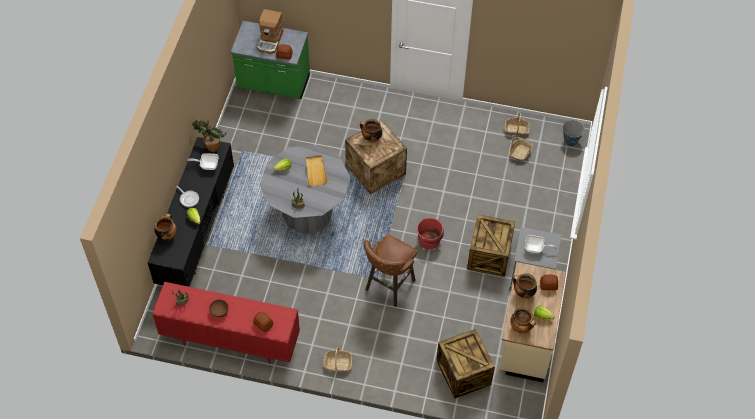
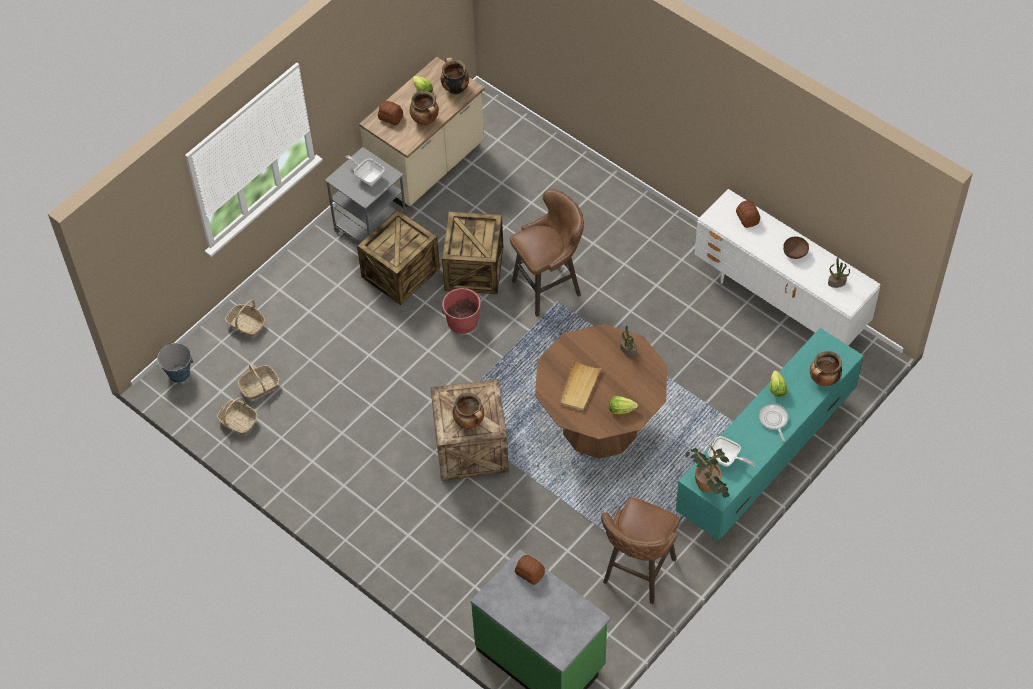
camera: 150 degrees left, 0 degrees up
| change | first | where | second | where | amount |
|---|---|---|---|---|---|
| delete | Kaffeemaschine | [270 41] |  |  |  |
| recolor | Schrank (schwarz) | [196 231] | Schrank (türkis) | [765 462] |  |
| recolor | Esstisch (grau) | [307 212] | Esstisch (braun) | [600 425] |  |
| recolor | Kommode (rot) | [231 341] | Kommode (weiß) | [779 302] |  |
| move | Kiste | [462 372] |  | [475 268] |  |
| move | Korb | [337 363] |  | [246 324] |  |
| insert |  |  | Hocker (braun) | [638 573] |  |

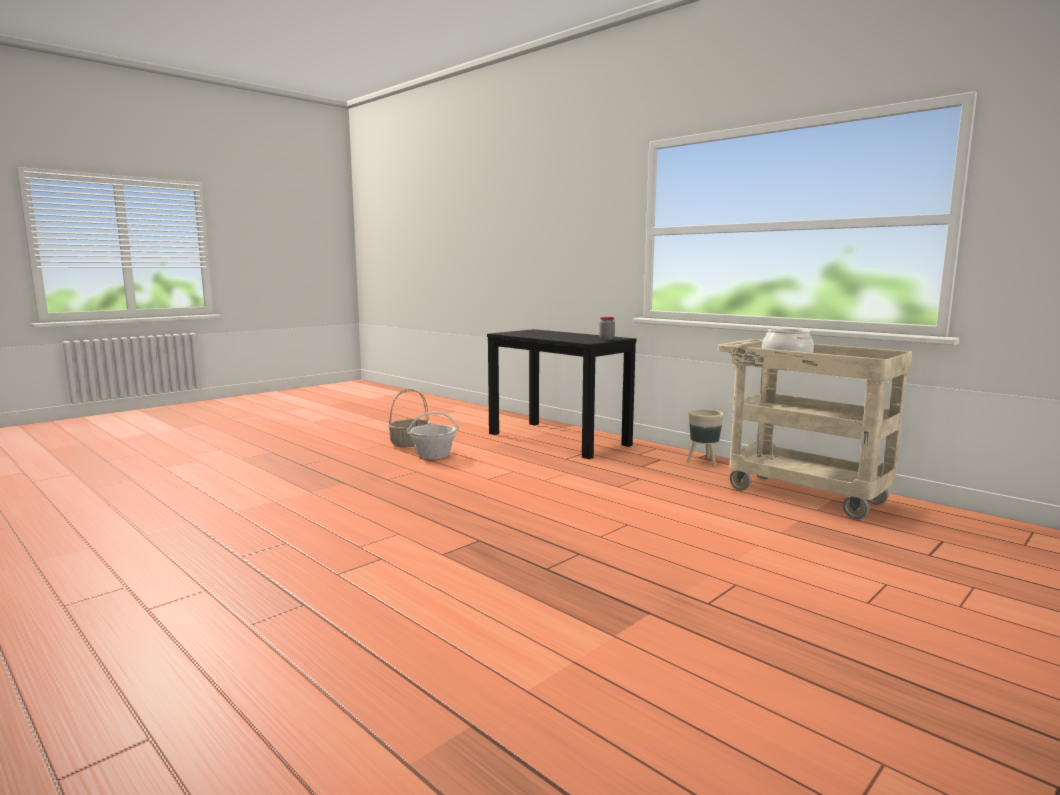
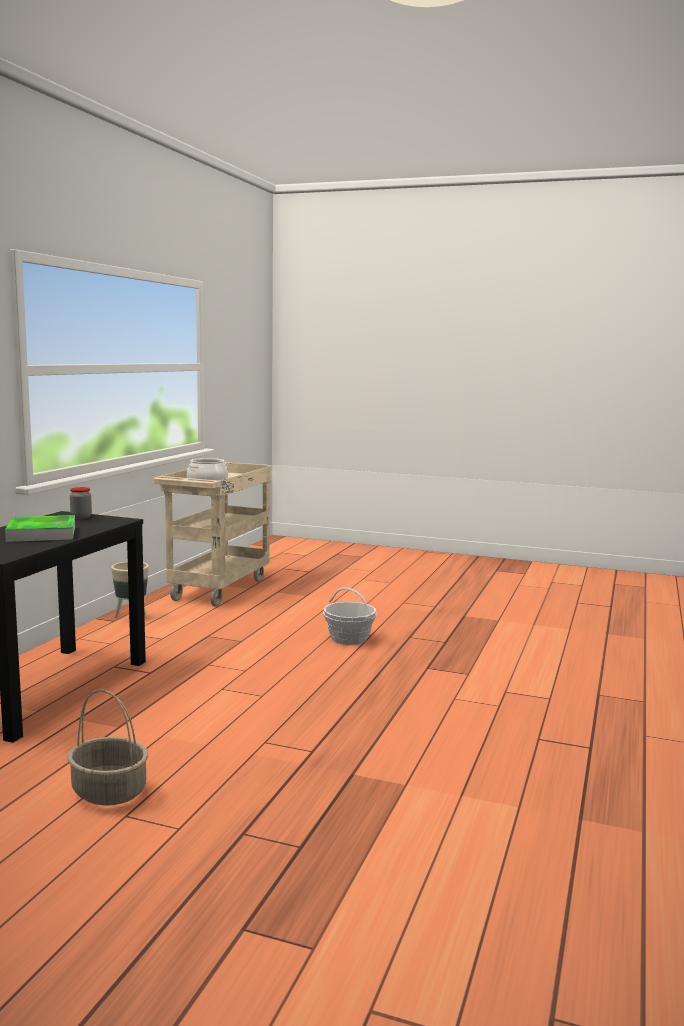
camera: 115 degrees left, 0 degrees up
| change | first | where | second | where | amount |
|---|---|---|---|---|---|
| move | Korb | [433 455] |  | [349 638] |  |
| insert |  |  | Tablett | [42 533] |  |

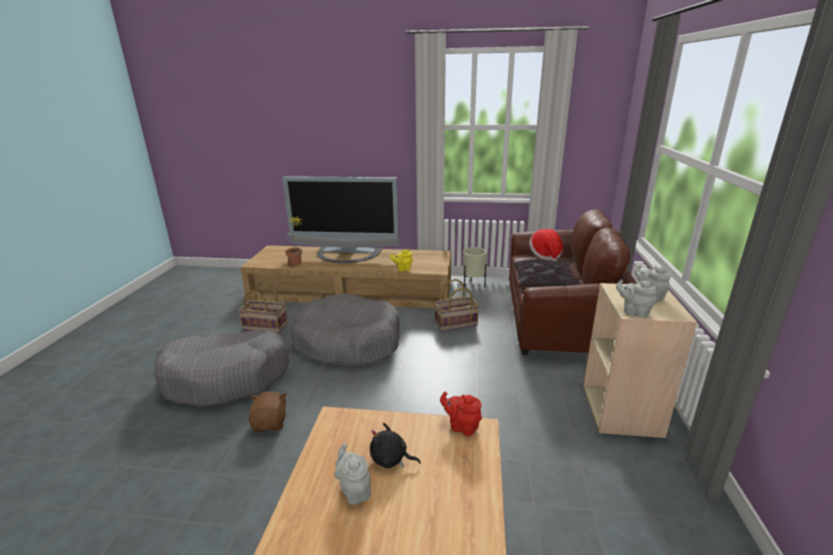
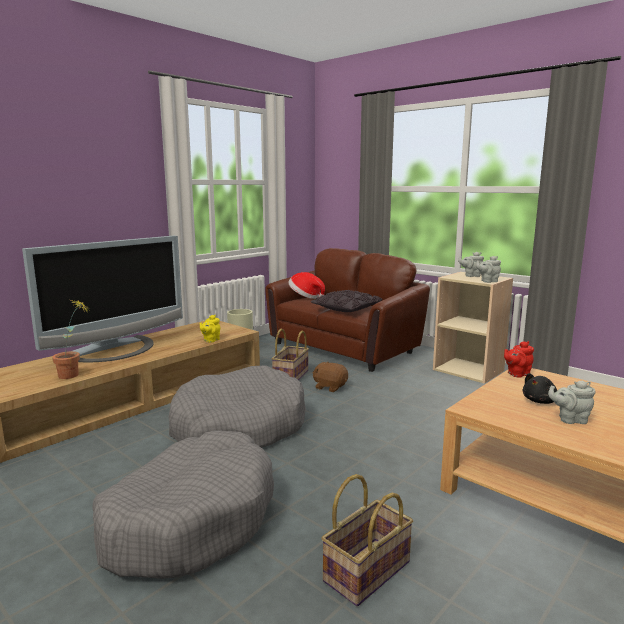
camera: 55 degrees left, 10 degrees down
| change | first | where | second | where | amount |
|---|---|---|---|---|---|
| move | Korb | [266 326] |  | [366 570] |  |
| move | Plüschtier (braun) | [270 423] |  | [330 387] |  |

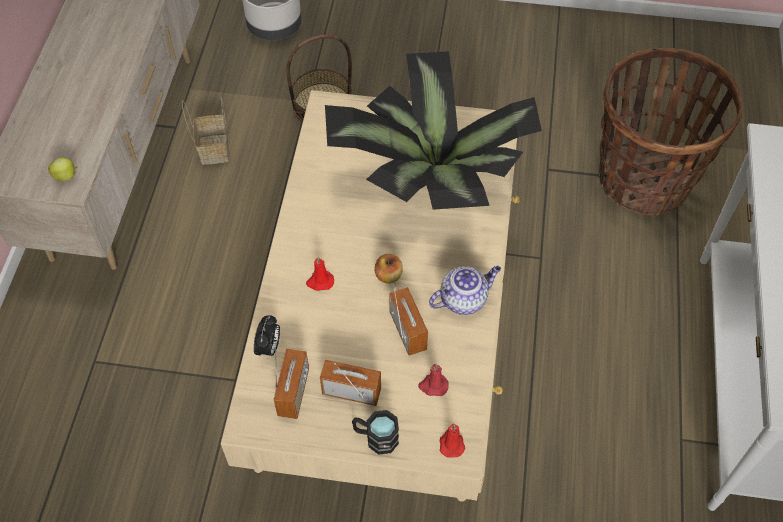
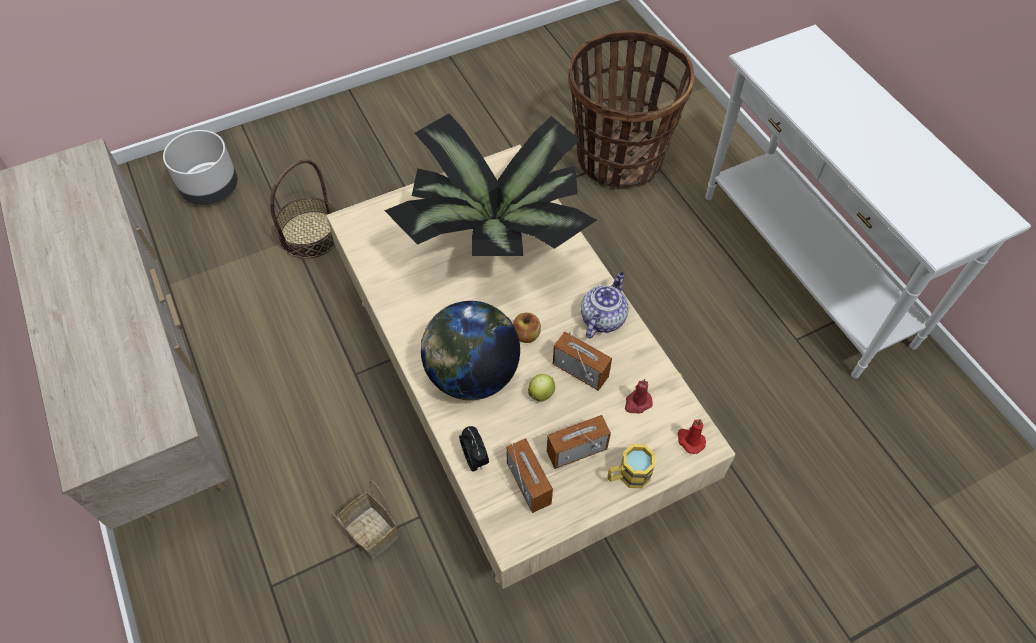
camera: 35 degrees left, 0 degrees up
| change | first | where | second | where | amount |
|---|---|---|---|---|---|
| move | Korb | [213 148] |  | [369 532] |  |
| move | Apfel | [66 176] |  | [541 393] |  |
| replace | Kerze (rot) | [320 282] | Globus | [472 375] |  |
| recolor | Henkelbecher (schwarz) | [375 437] | Henkelbecher (gelb) | [628 476] |  |

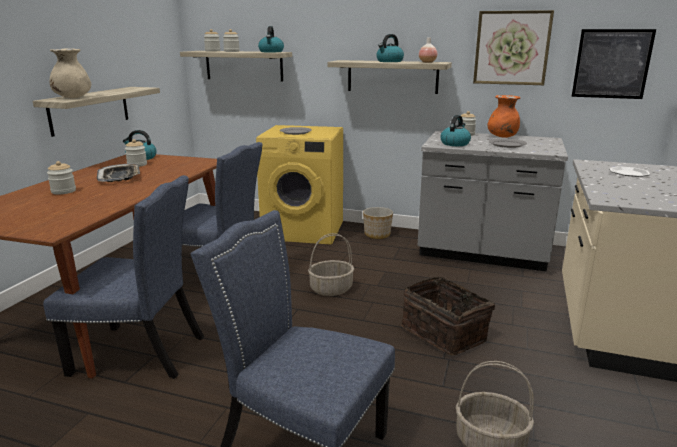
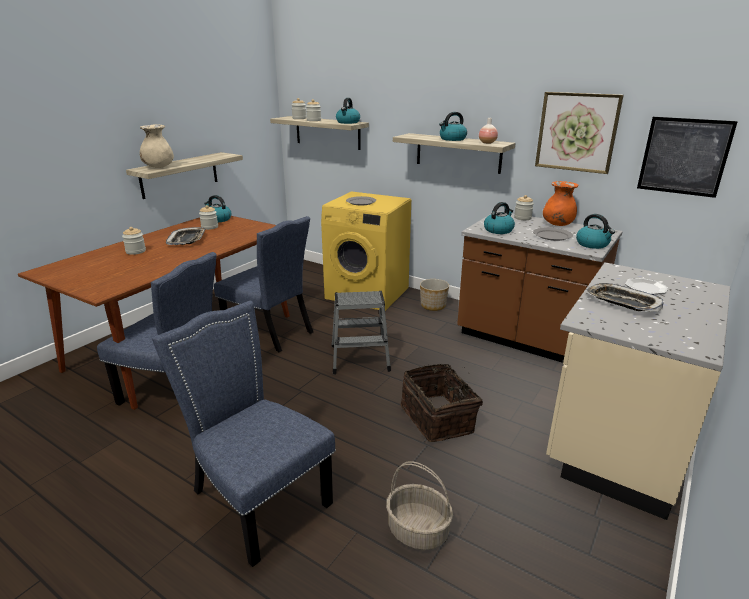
camera: 15 degrees right, 5 degrees up
| change | first | where | second | where | amount |
|---|---|---|---|---|---|
| recolor | Küchenzeile (grau) | [482 253] | Küchenzeile (braun) | [526 339] |  |
| replace | Korb | [331 289] | Trittleiter (grau) | [360 357] |  |
| insert |  |  | Wasserkessel | [593 244] |  |
| insert |  |  | Tablett | [622 302] |  |

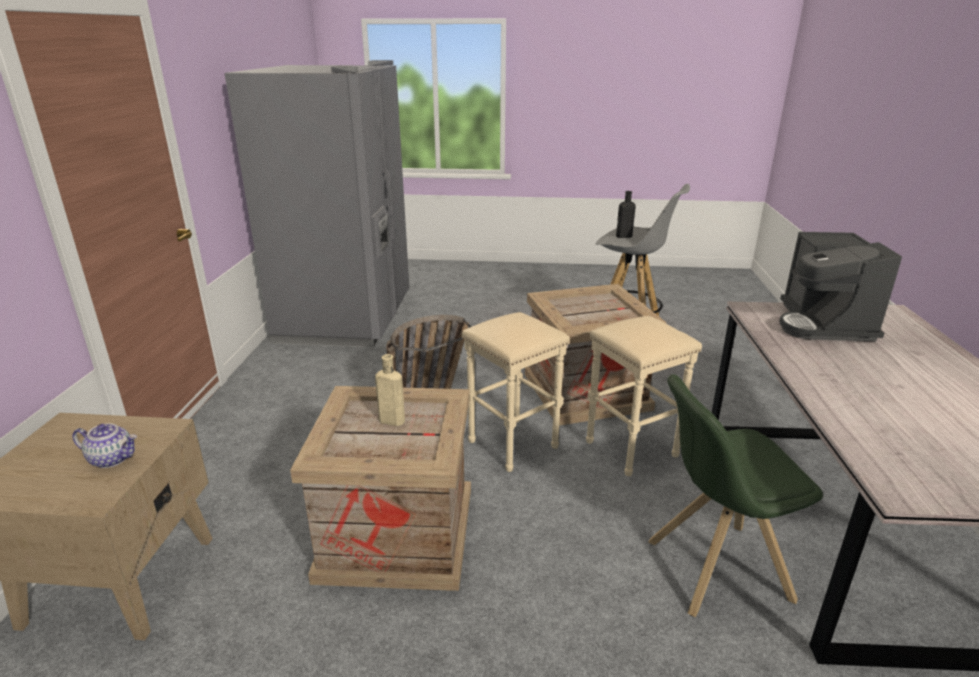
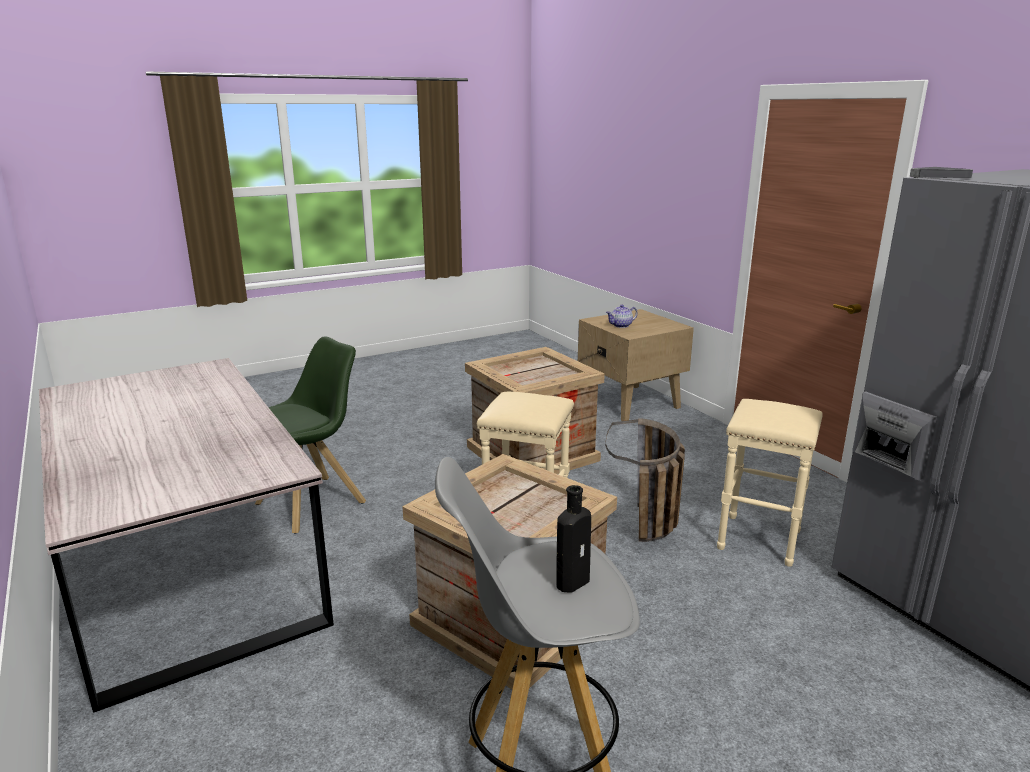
camera: 145 degrees right, 5 degrees down
| change | first | where | second | where | amount |
|---|---|---|---|---|---|
| delete | Kaffeemaschine | [823 324] |  |  |  |
| move | Hocker (beige) | [631 449] |  | [757 538] |  |
| delete | Flasche (beige) | [390 420] |  |  |  |

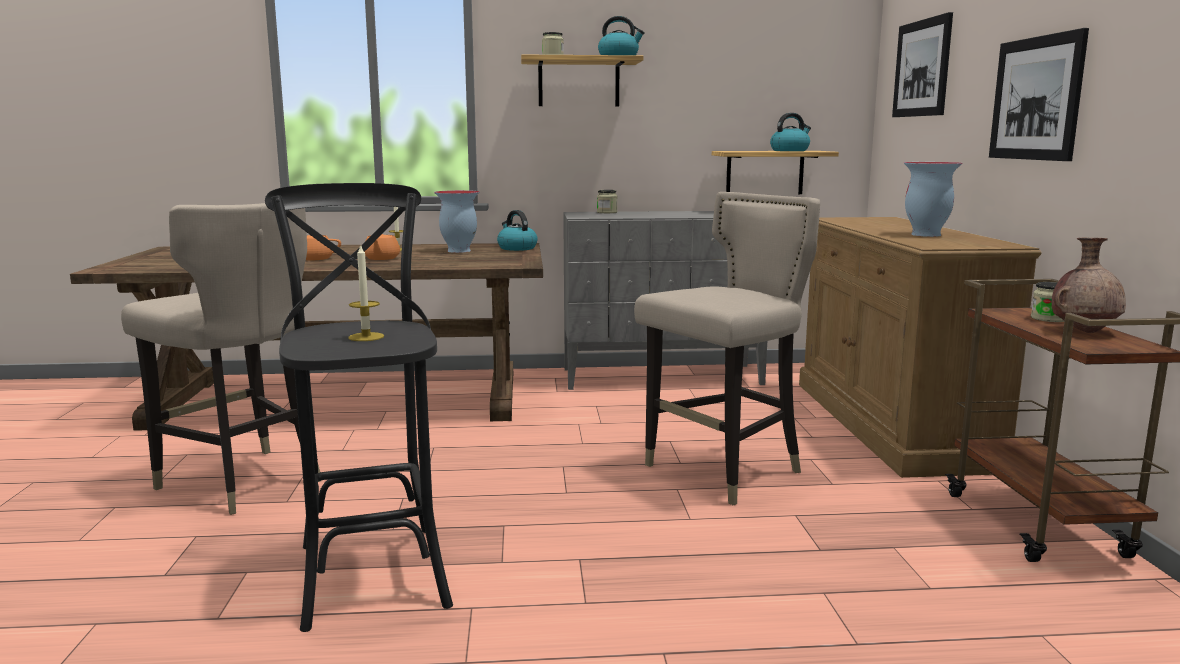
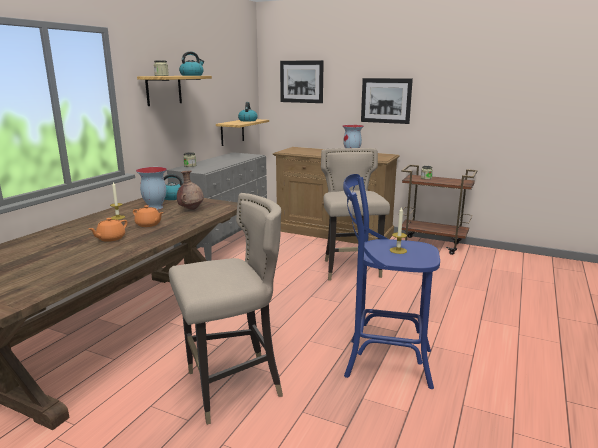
camera: 60 degrees left, 5 degrees up
| change | first | where | second | where | amount |
|---|---|---|---|---|---|
| recolor | Hocker (schwarz) | [373 568] | Hocker (blau) | [383 361] |  |
| move | Vase (braun) | [1084 331] |  | [191 209] |  |

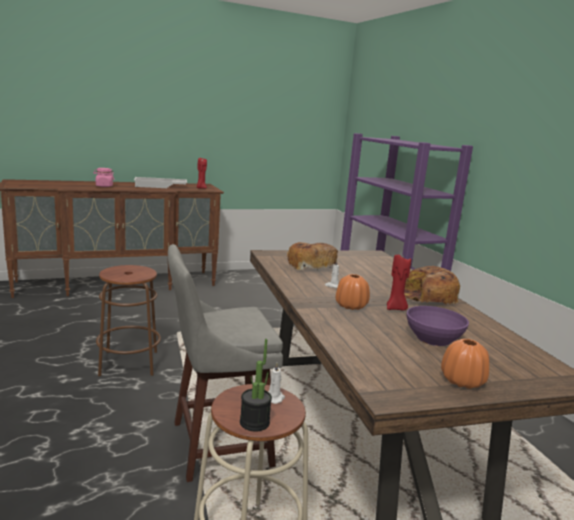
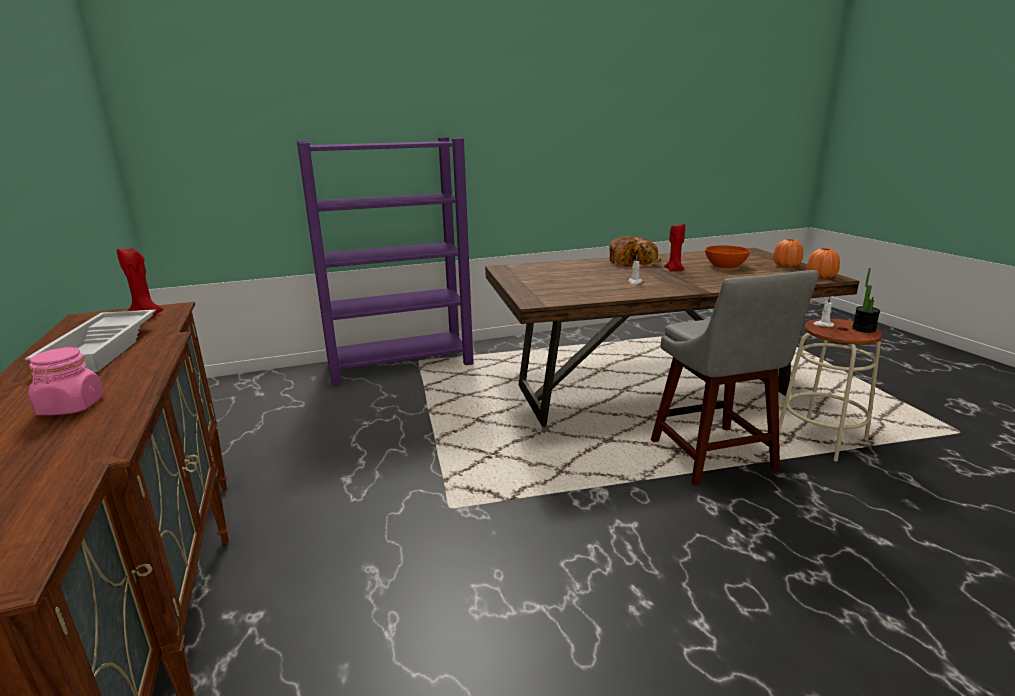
camera: 85 degrees left, 5 degrees up
| change | first | where | second | where | amount |
|---|---|---|---|---|---|
| delete | Brot | [310 265] |  |  |  |
| delete | Hocker (braun) | [129 363] |  |  |  |
| move | Vase (orange) | [351 306] |  | [820 276] |  |
| recolor | Schüssel (lila) | [432 338] | Schüssel (orange) | [725 266] |  |

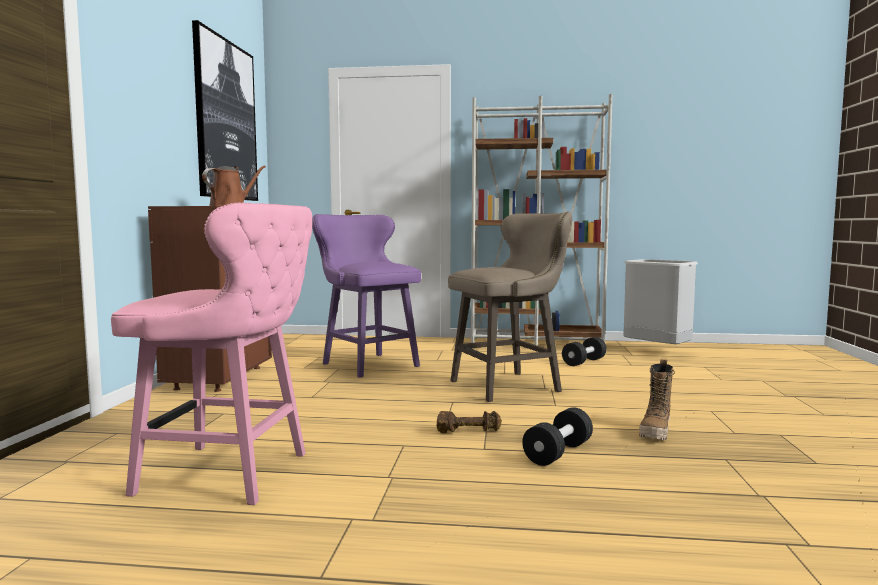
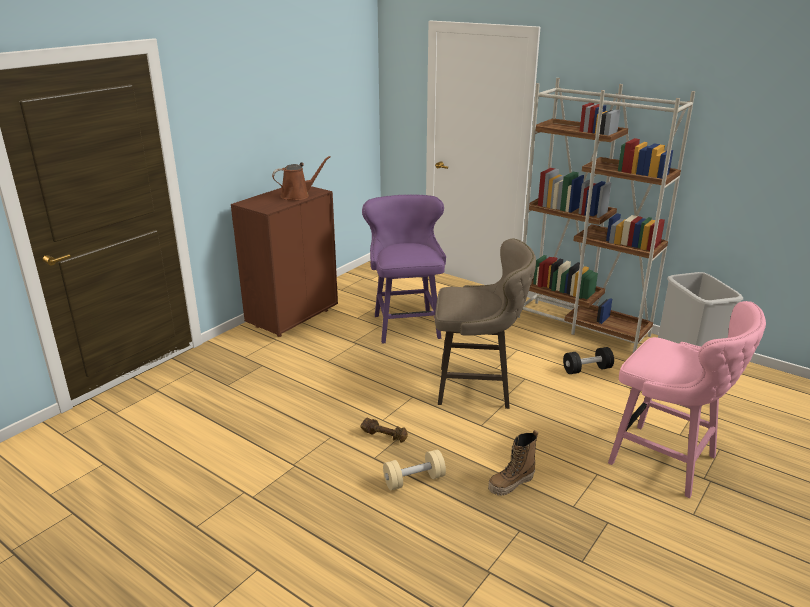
camera: 30 degrees right, 20 degrees up
| change | first | where | second | where | amount |
|---|---|---|---|---|---|
| delete | Bild | [225 120] |  |  |  |
| move | Hocker (rosa) | [231 473] |  | [668 462] |  |
| recolor | Hantel (schwarz) | [558 453] | Hantel (beige) | [414 480] |  |

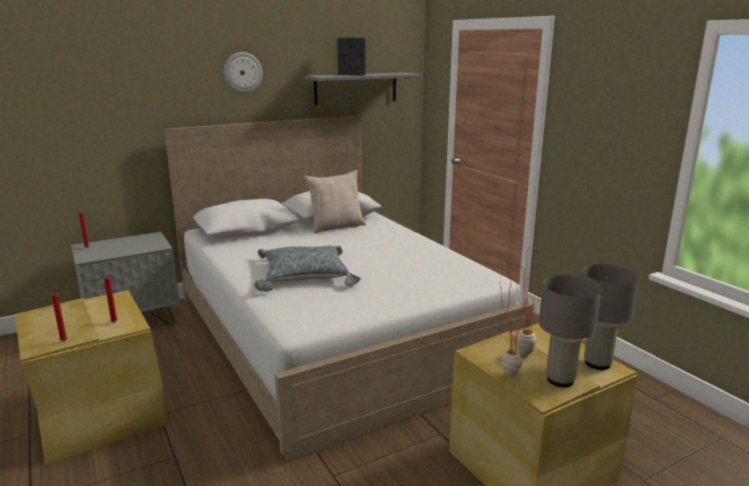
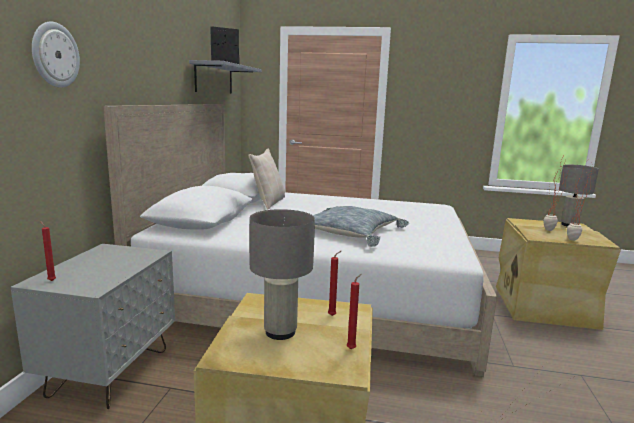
camera: 50 degrees left, 5 degrees down
| change | first | where | second | where | amount |
|---|---|---|---|---|---|
| move | Wanduhr | [242 72] |  | [55 55] |  |
| move | Tischlampe (grau) | [560 379] |  | [279 331] |  |

